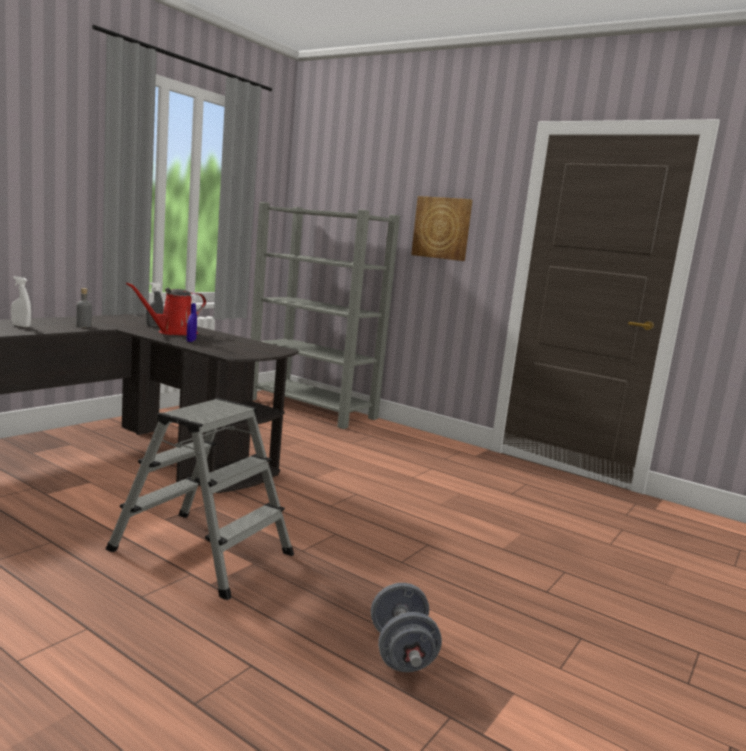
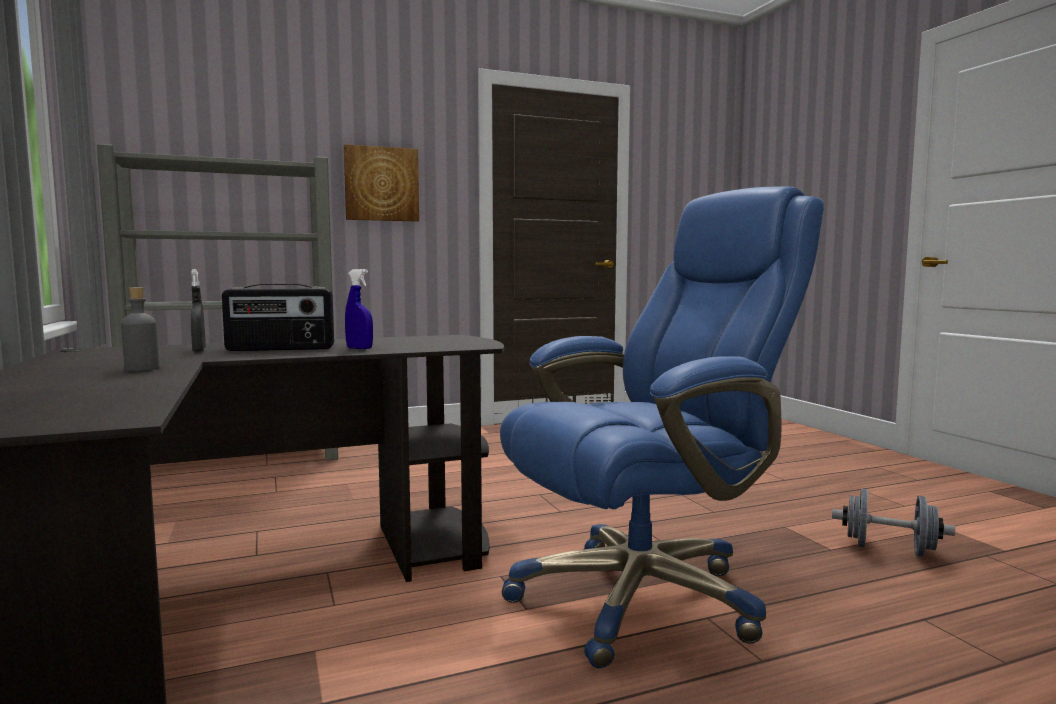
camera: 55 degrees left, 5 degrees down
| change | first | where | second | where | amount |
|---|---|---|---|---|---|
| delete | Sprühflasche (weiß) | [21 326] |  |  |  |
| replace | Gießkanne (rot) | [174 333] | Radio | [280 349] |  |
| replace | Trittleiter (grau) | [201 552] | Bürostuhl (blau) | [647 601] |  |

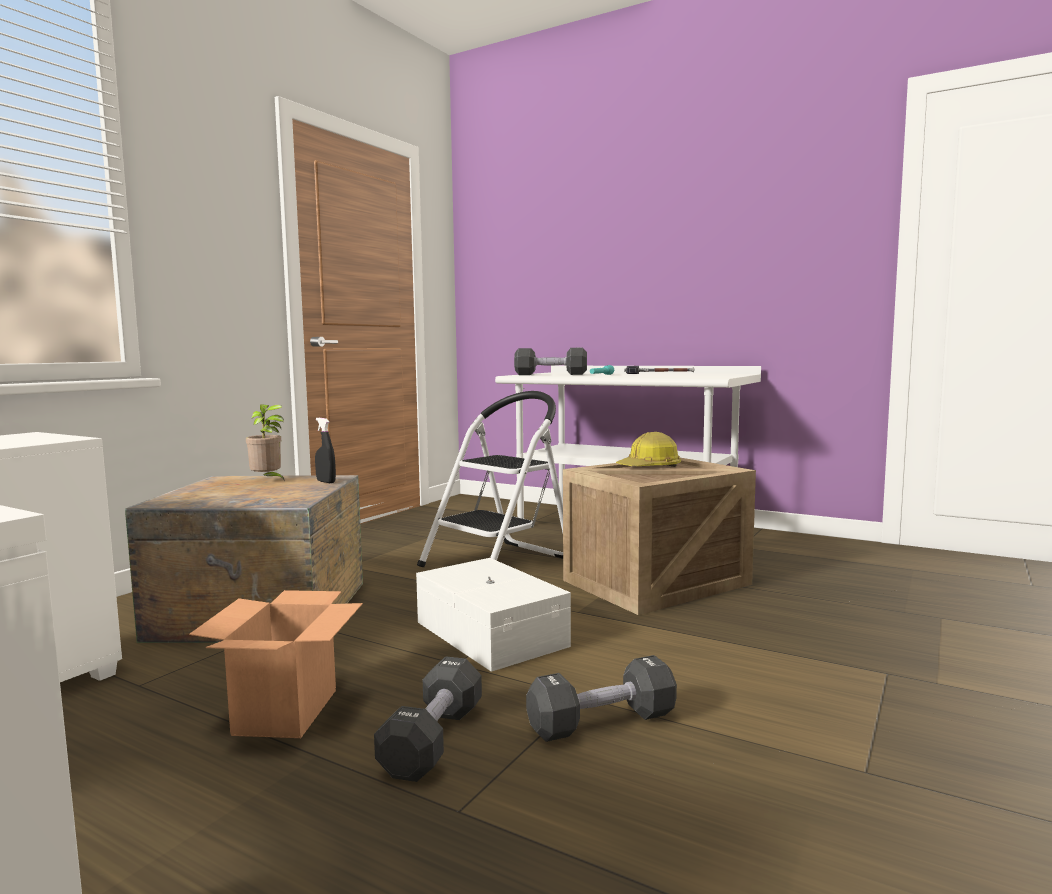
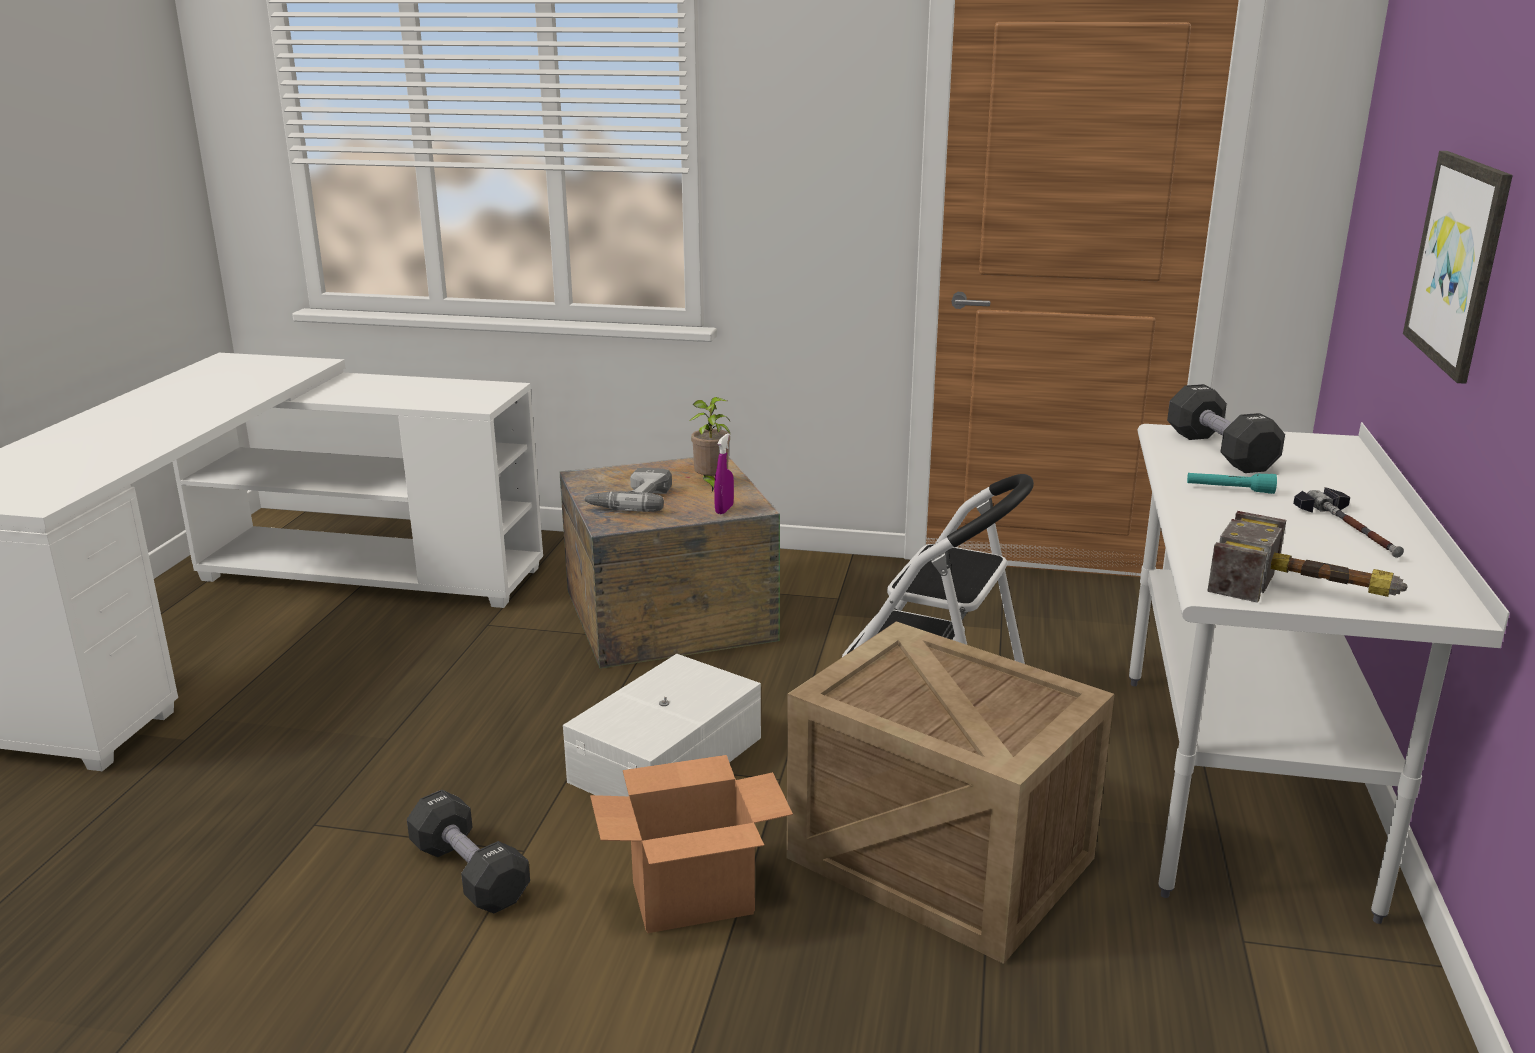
camera: 70 degrees right, 15 degrees up
| change | first | where | second | where | amount |
|---|---|---|---|---|---|
| recolor | Sprühflasche (schwarz) | [326 482] | Sprühflasche (lila) | [724 509] |  |
| delete | Schutzhelm | [650 468] |  |  |  |
| move | Karton | [286 711] |  | [694 897] |  |
| delete | Hantel (schwarz) | [433 740] |  |  |  |
| insert |  |  | Bild | [1459 262] |  |
| insert |  |  | Bohrmaschine | [631 500] |  |
| insert |  |  | Hammer | [1307 592] |  |

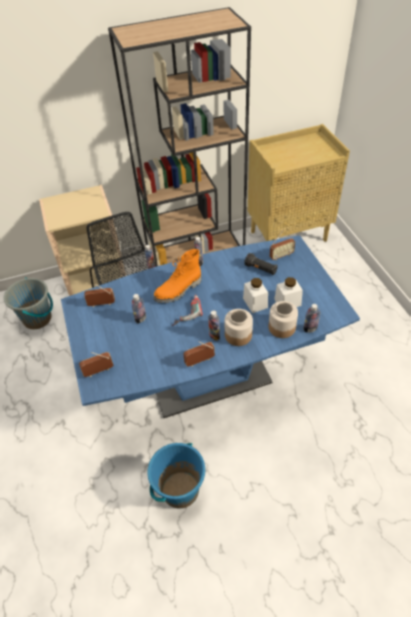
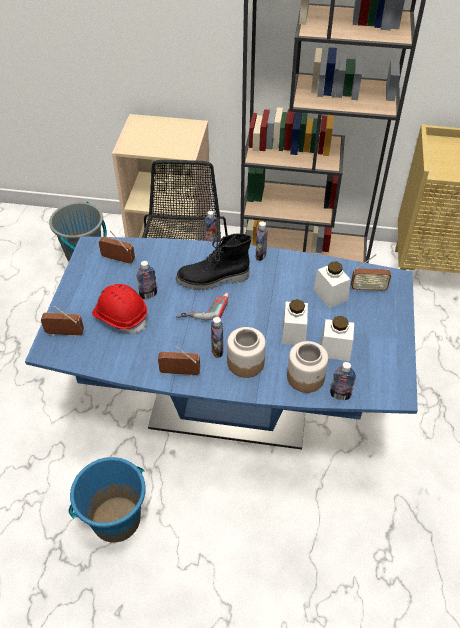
camera: 25 degrees right, 0 degrees up
| change | first | where | second | where | amount |
|---|---|---|---|---|---|
| recolor | Stiefel (orange) | [179 291] | Stiefel (schwarz) | [213 280] |  |
| replace | Taschenlampe (schwarz) | [261 269] | Vorratsglas (weiß) | [330 295] |  |
| insert |  |  | Schutzhelm (rot) | [121 316] |  |

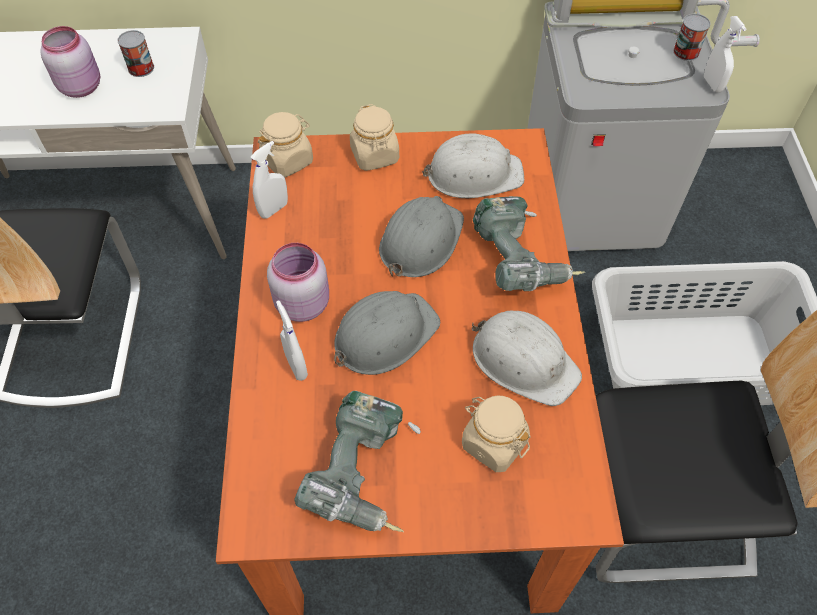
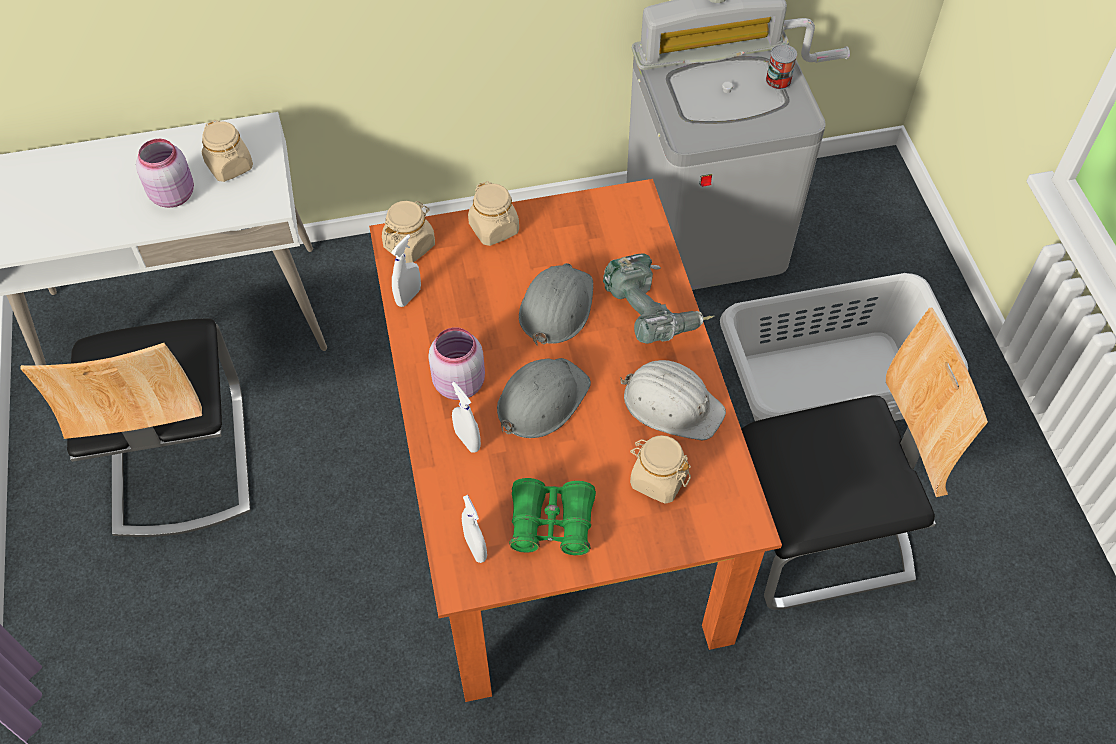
camera: 10 degrees left, 0 degrees up
| change | first | where | second | where | amount |
|---|---|---|---|---|---|
| move | Sprühflasche (weiß) | [712 84] |  | [475 548] |  |
| replace | Dose | [141 68] | Vorratsglas (beige) | [230 166] |  |
| delete | Schutzhelm (weiß) | [473 174] |  |  |  |
| replace | Bohrmaschine | [366 474] | Fernglas (grün) | [552 524] |  |

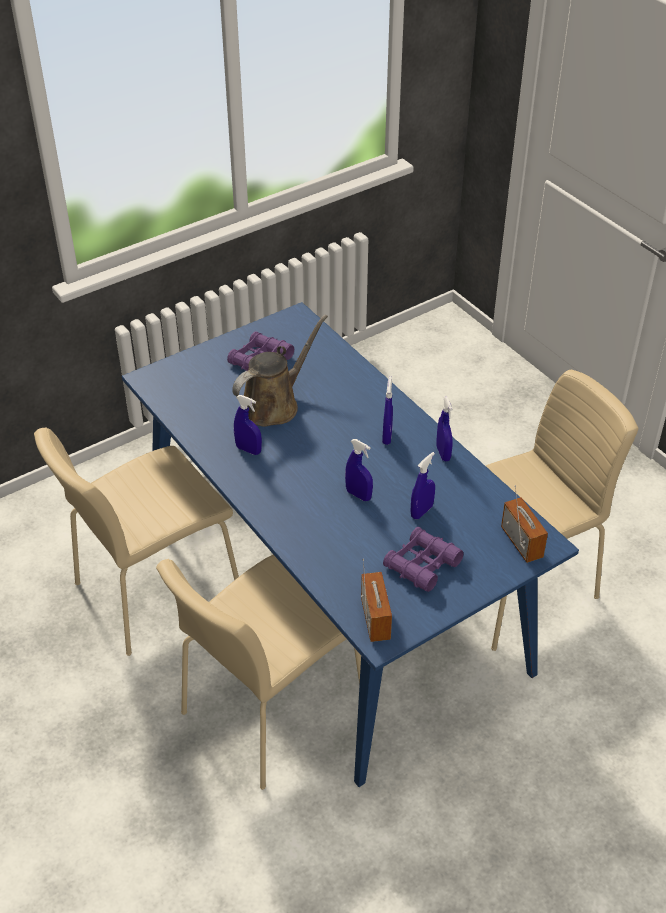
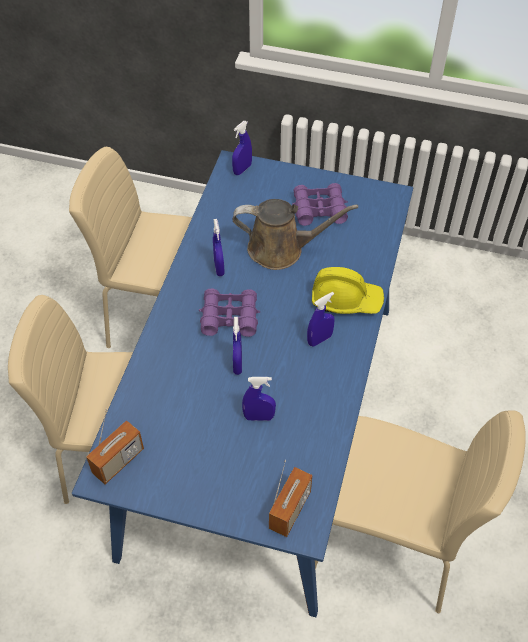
camera: 50 degrees right, 10 degrees up
| change | first | where | second | where | amount |
|---|---|---|---|---|---|
| move | Sprühflasche (blau) | [443 453] |  | [242 169] |  |
| move | Fernglas (lila) | [422 565] |  | [229 317] |  |
| insert |  |  | Schutzhelm (gelb) | [346 299] |  |

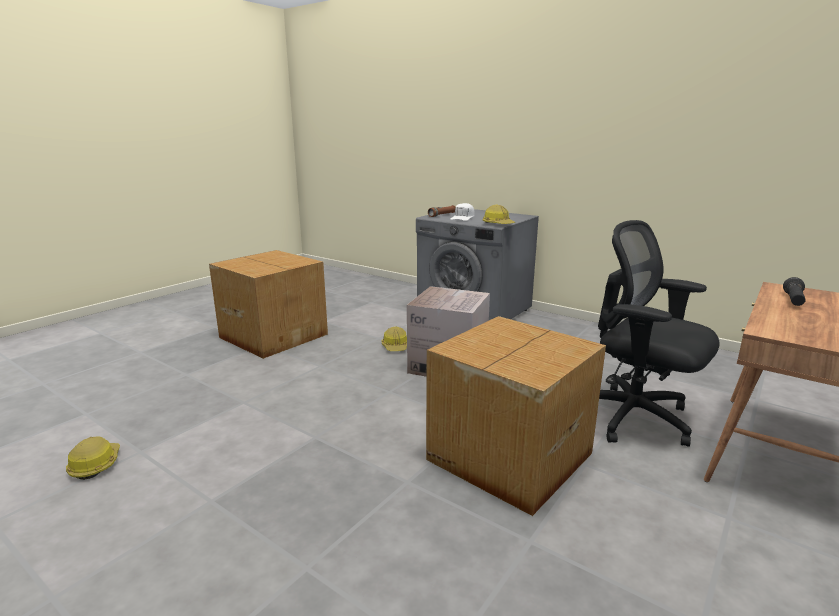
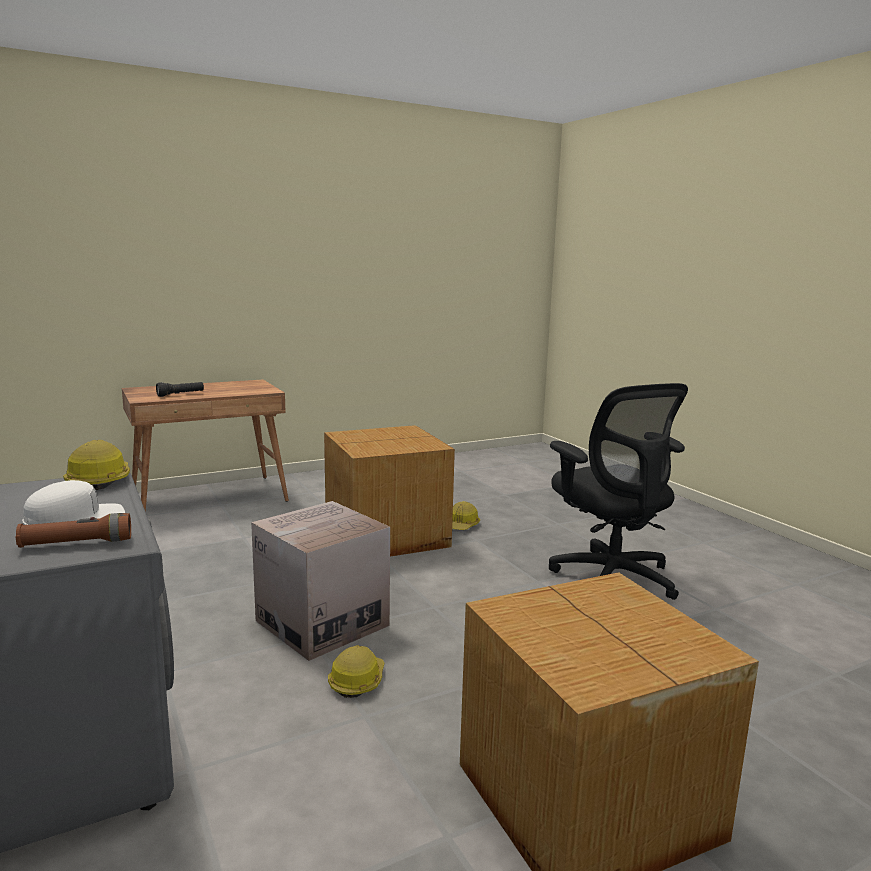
camera: 155 degrees left, 5 degrees down
| change | first | where | second | where | amount |
|---|---|---|---|---|---|
| move | Bürostuhl (schwarz) | [640 418] |  | [607 575] |  |
| move | Schutzhelm | [95 465] |  | [462 525] |  |

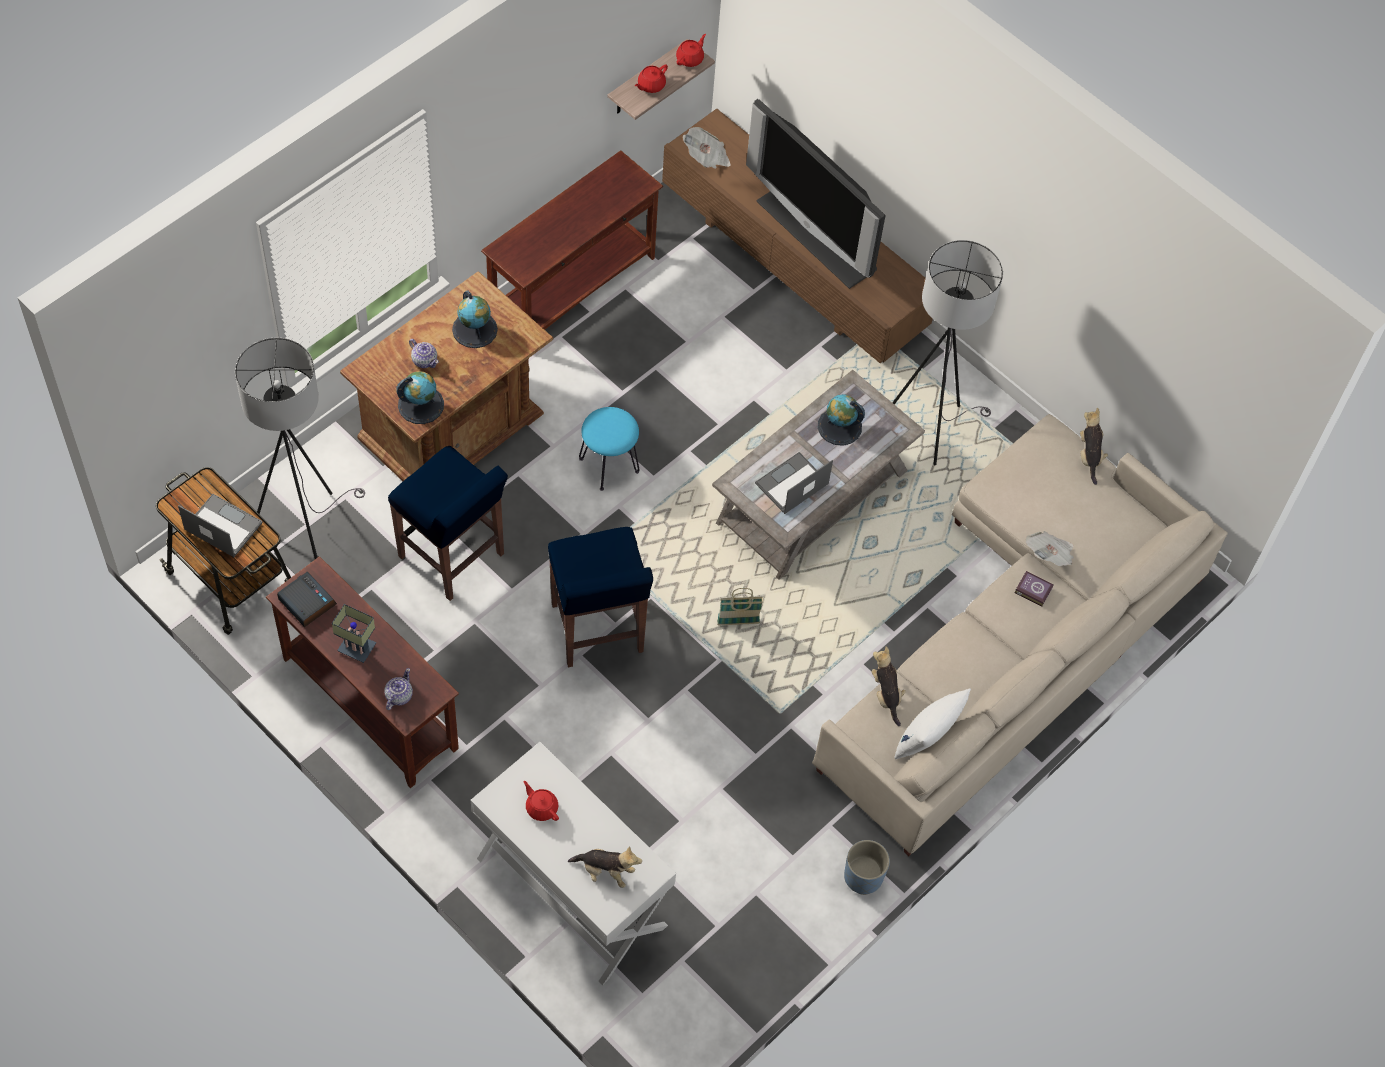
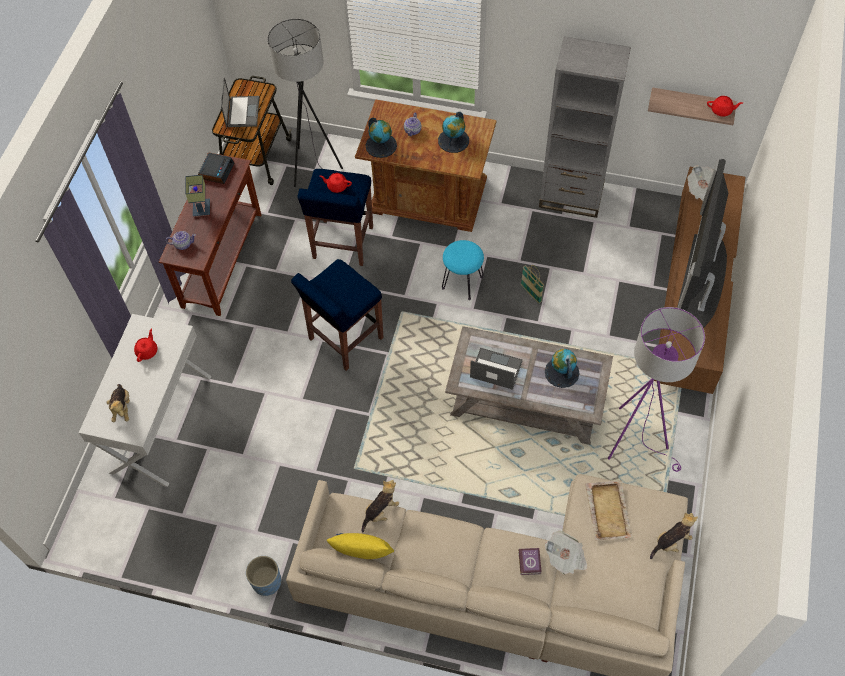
camera: 65 degrees right, 0 degrees up
| change | first | where | second | where | amount |
|---|---|---|---|---|---|
| move | Teekanne (rot) | [650 85] |  | [337 186] |  |
| replace | Konsolentisch (braun) | [572 287] | Bücherregal (grau) | [571 197] |  |
| recolor | Stehlampe (grau) | [929 425] | Stehlampe (lila) | [637 439] |  |
| move | Korb | [738 622] |  | [531 293] |  |
| recolor | Kissen (weiß) | [926 739] | Kissen (gelb) | [363 555] |  |
| insert |  |  | Tablett (beige) | [608 510] |  |

